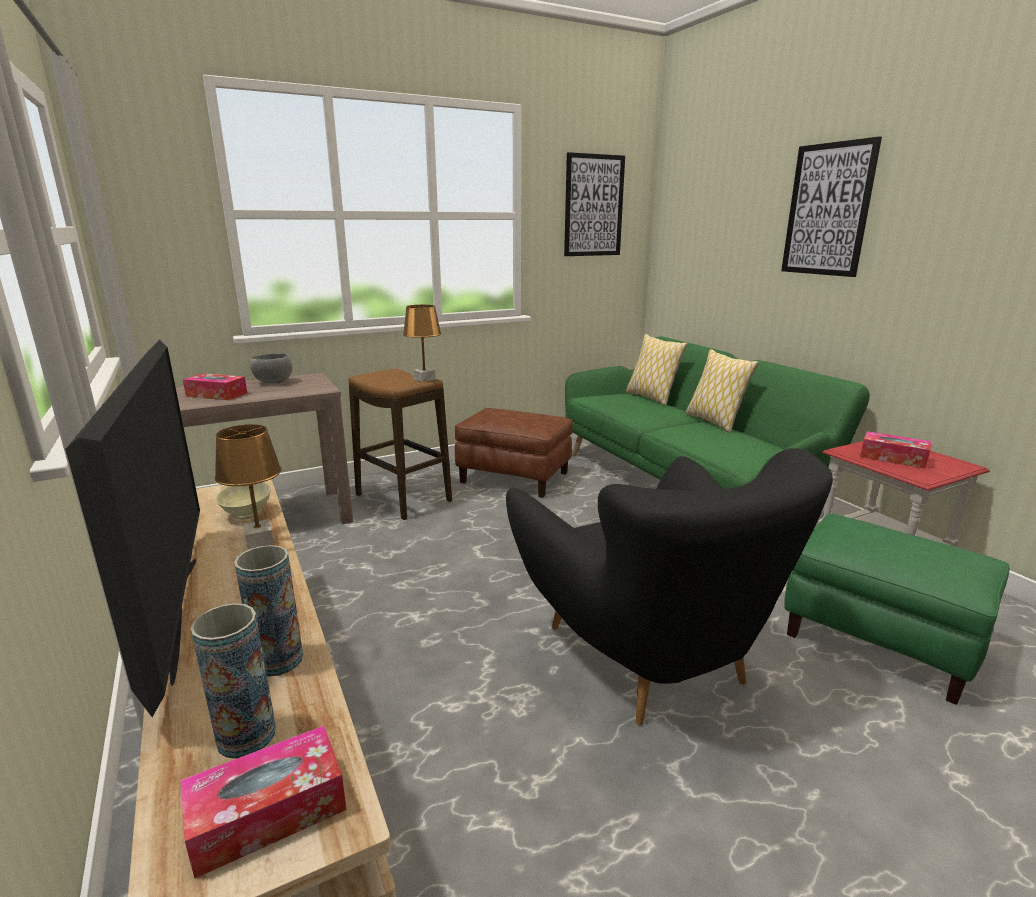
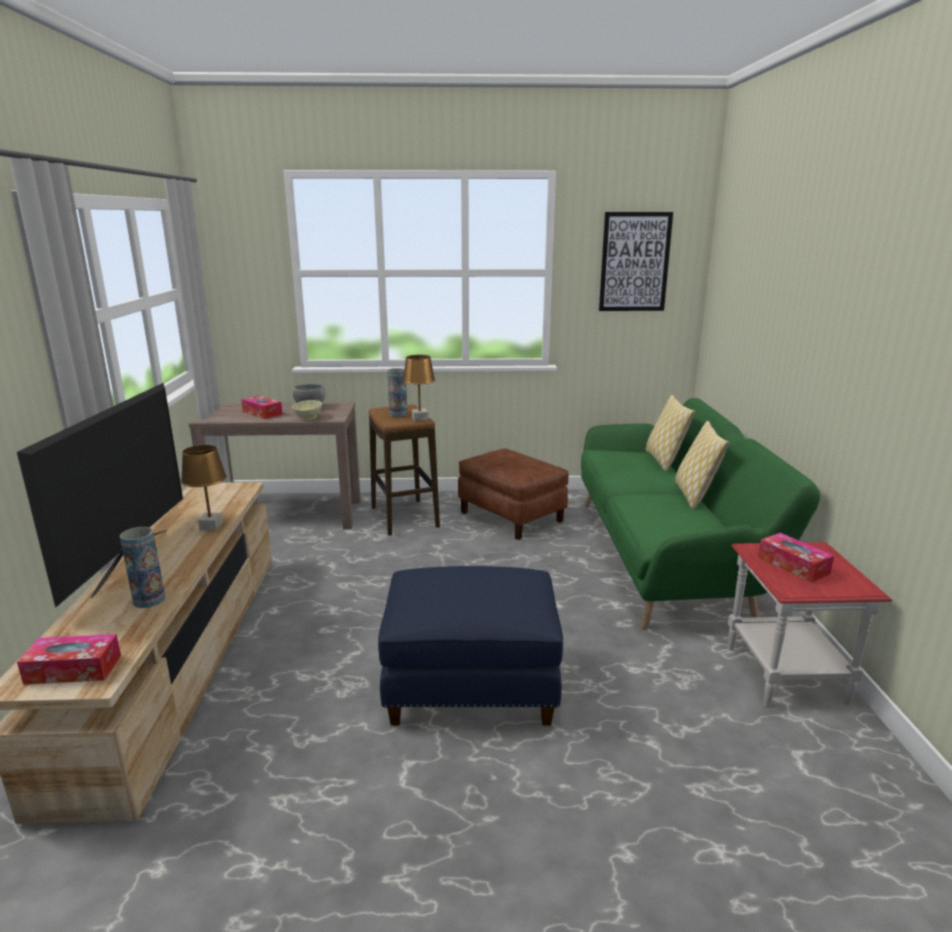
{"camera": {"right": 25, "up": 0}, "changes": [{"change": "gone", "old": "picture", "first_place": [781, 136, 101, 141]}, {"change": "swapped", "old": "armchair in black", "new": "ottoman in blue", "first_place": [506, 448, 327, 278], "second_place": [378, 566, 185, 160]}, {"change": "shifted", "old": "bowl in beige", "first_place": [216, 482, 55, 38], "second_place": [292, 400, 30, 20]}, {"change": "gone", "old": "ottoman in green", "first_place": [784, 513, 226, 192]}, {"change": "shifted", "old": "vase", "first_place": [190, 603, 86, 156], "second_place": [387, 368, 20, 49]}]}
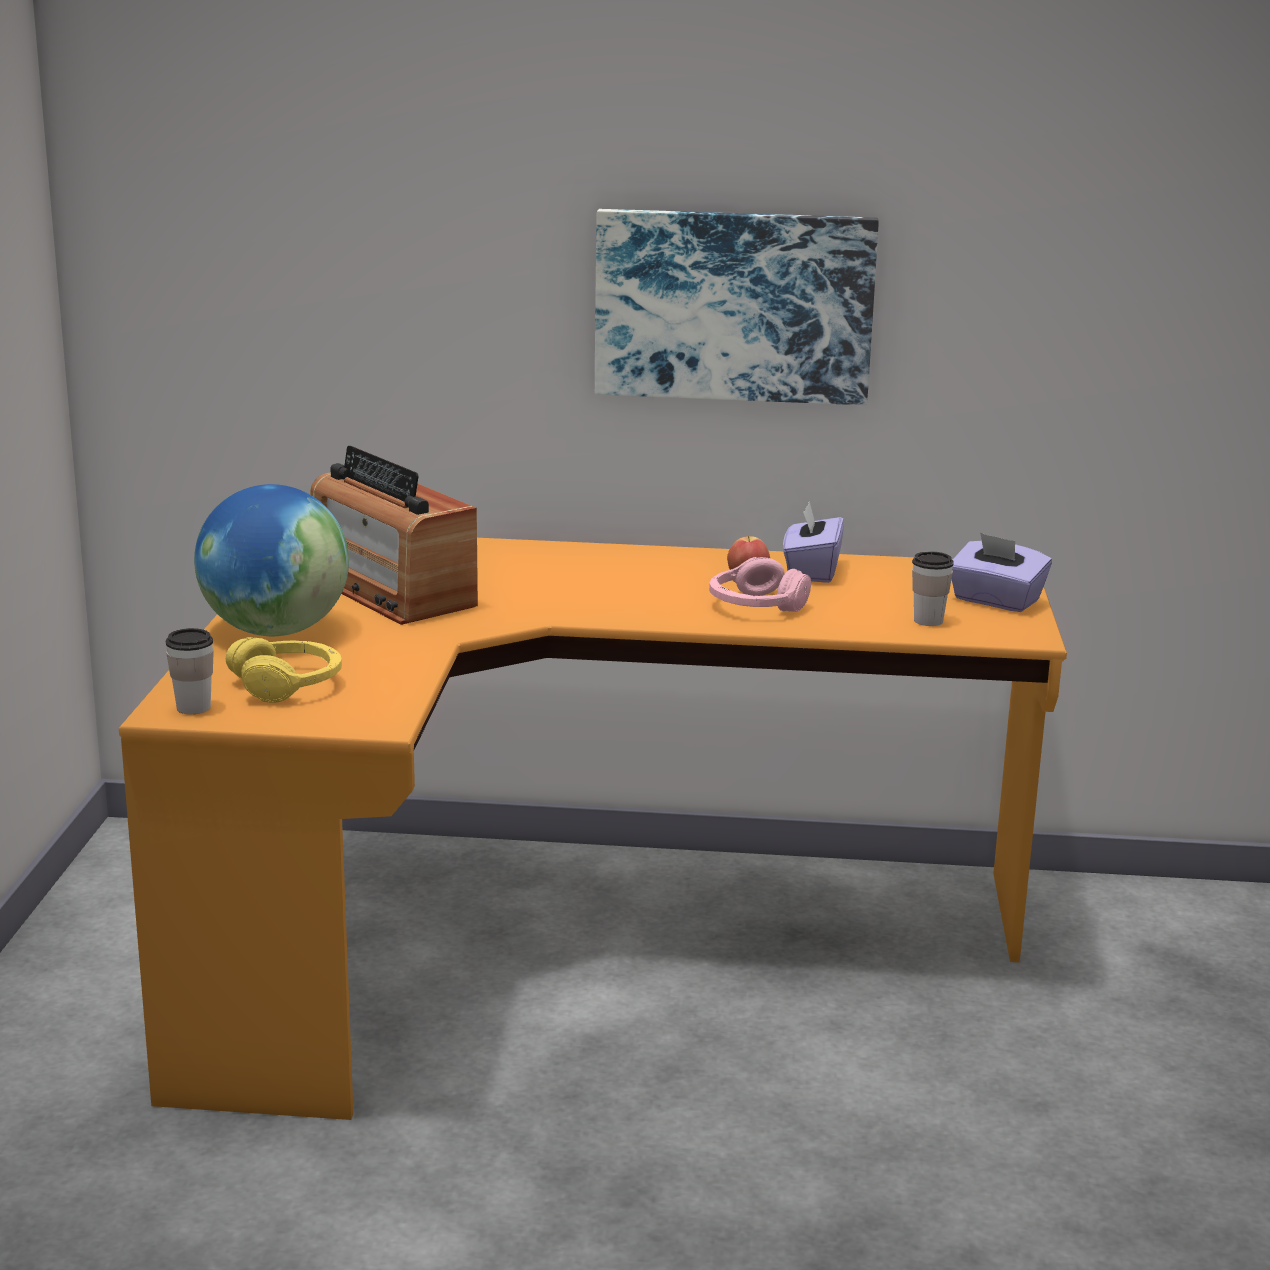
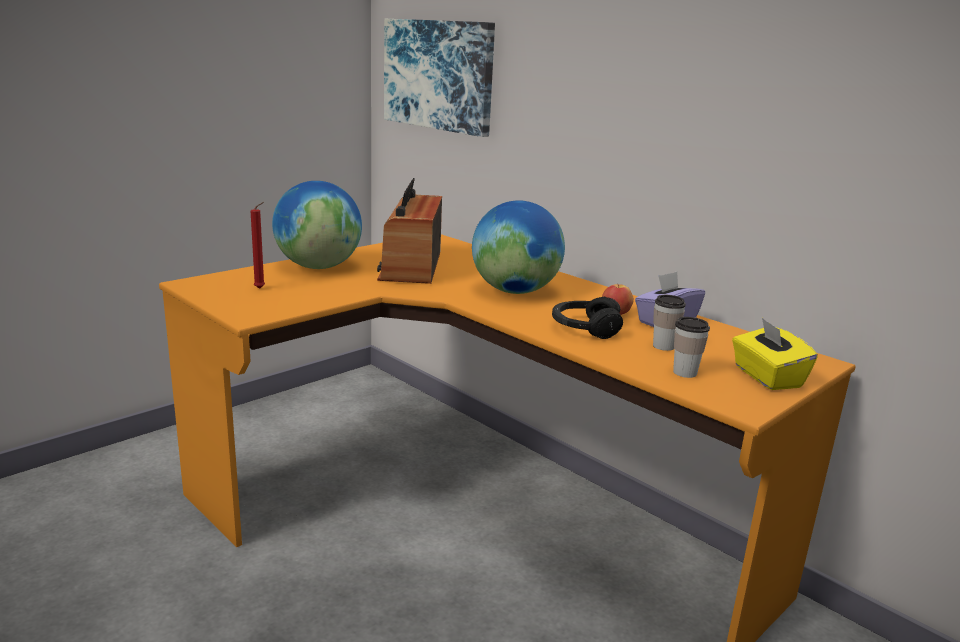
{"camera": {"right": 40, "up": 0}, "changes": [{"change": "shifted", "old": "picture", "first_place": [595, 209, 284, 196], "second_place": [384, 19, 111, 118]}, {"change": "repainted", "old": "tissue box in purple", "new": "tissue box in yellow", "first_place": [952, 533, 100, 79], "second_place": [732, 318, 86, 72]}, {"change": "repainted", "old": "headphones in pink", "new": "headphones in black", "first_place": [709, 557, 102, 55], "second_place": [552, 297, 71, 42]}, {"change": "shifted", "old": "cup", "first_place": [166, 628, 48, 86], "second_place": [653, 295, 33, 56]}, {"change": "swapped", "old": "headphones in yellow", "new": "candle in red", "first_place": [226, 637, 116, 66], "second_place": [251, 202, 14, 87]}, {"change": "new", "new": "globe", "second_place": [472, 200, 93, 94]}]}
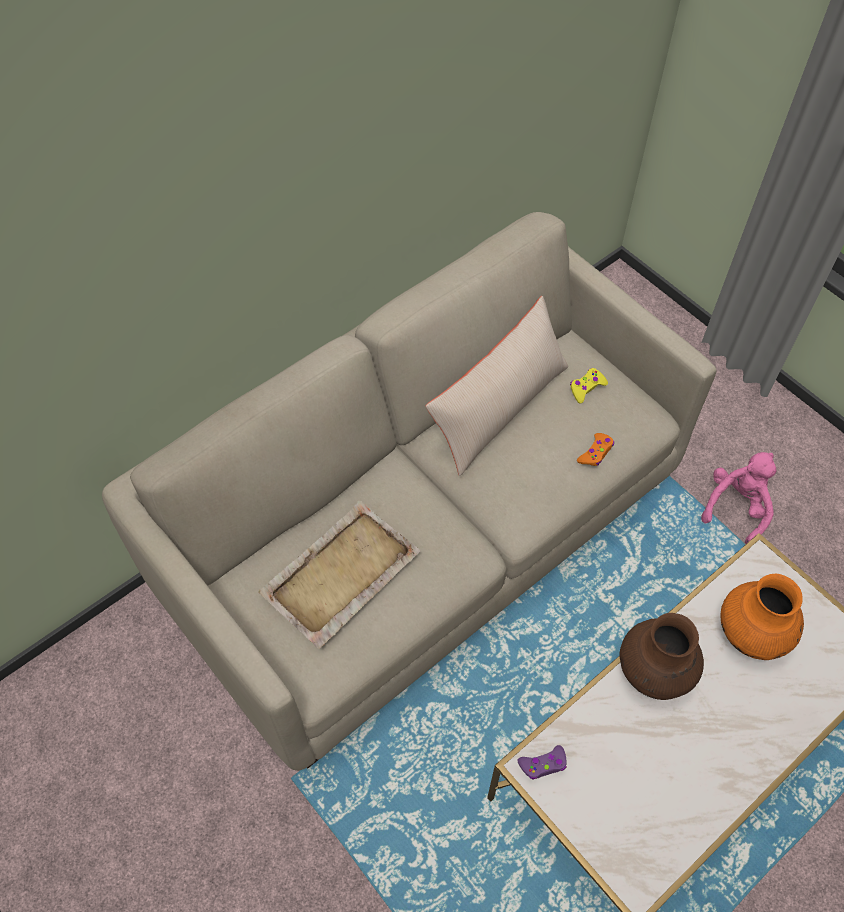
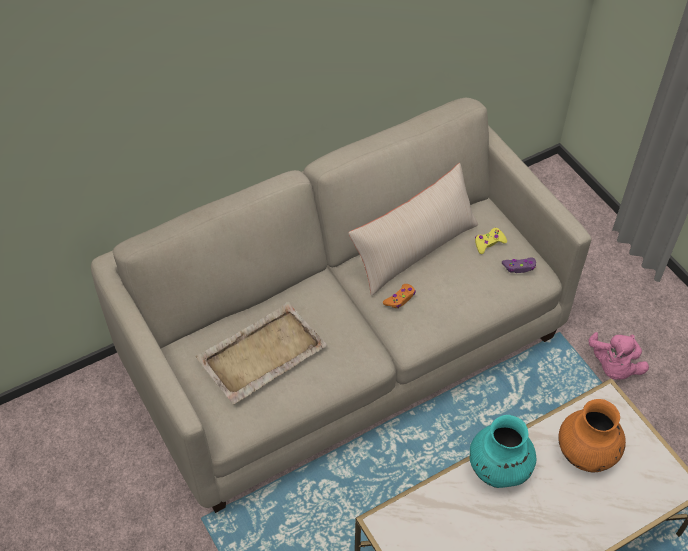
{"camera": {"right": 10, "up": -5}, "changes": [{"change": "shifted", "old": "game controller in orange", "first_place": [577, 433, 37, 33], "second_place": [383, 284, 33, 24]}, {"change": "rotated", "old": "plush toy in pink", "first_place": [701, 452, 75, 92], "second_place": [588, 332, 61, 48], "degrees": 150}, {"change": "repainted", "old": "vase in brown", "new": "vase in turquoise", "first_place": [619, 613, 85, 87], "second_place": [470, 415, 66, 73]}, {"change": "shifted", "old": "game controller in purple", "first_place": [518, 745, 49, 35], "second_place": [502, 257, 34, 16]}]}
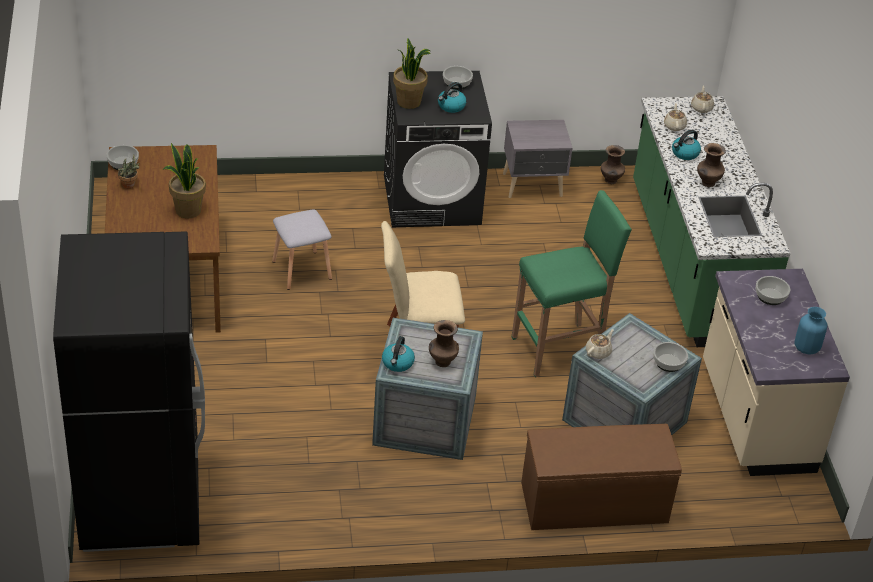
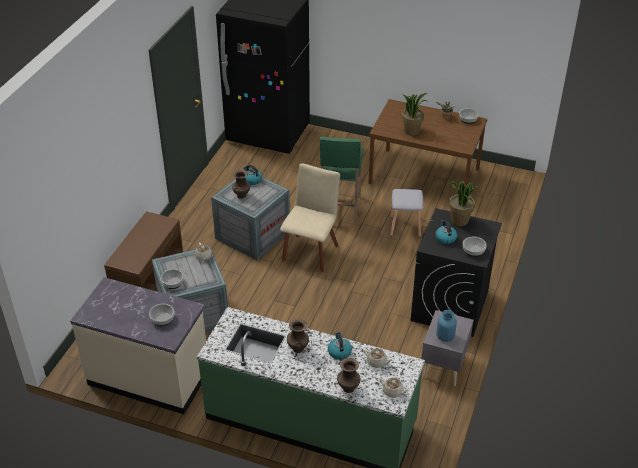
{"camera": {"right": 120, "up": 0}, "changes": [{"change": "shifted", "old": "vase in brown", "first_place": [601, 145, 24, 39], "second_place": [337, 358, 23, 35]}, {"change": "shifted", "old": "stool in green", "first_place": [512, 190, 120, 188], "second_place": [320, 137, 43, 89]}, {"change": "shifted", "old": "vase in blue", "first_place": [794, 307, 33, 48], "second_place": [436, 310, 21, 32]}]}
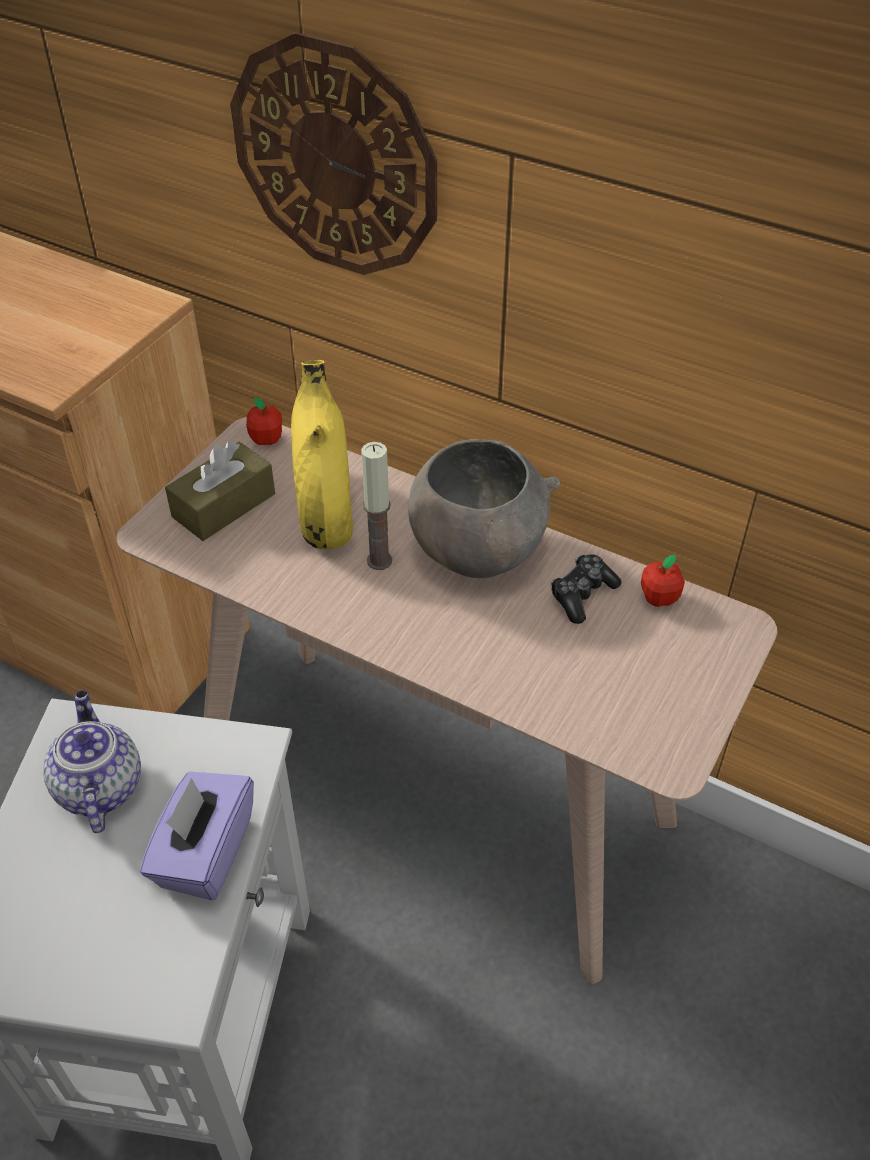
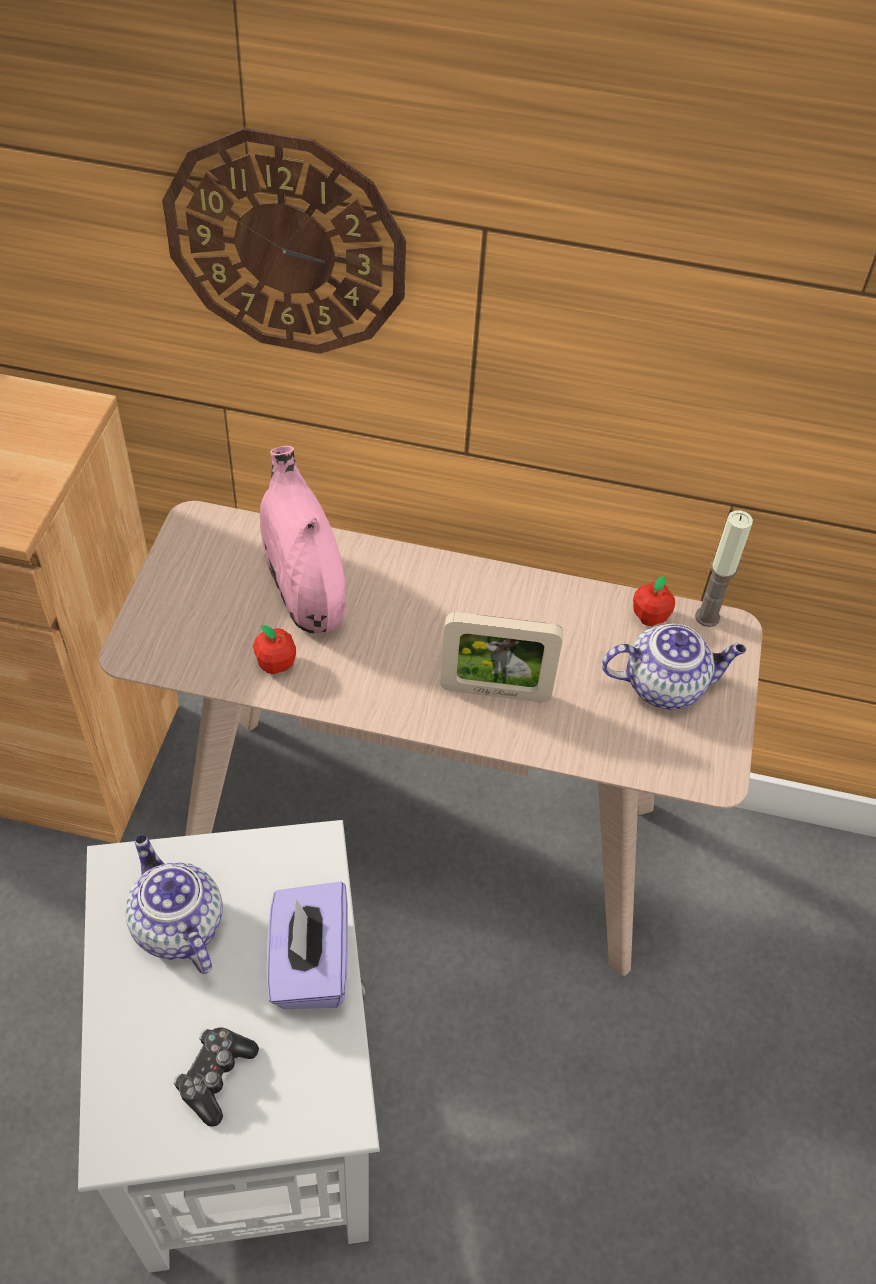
{"camera": {"right": -20, "up": 5}, "changes": [{"change": "repainted", "old": "vase in yellow", "new": "vase in pink", "first_place": [291, 360, 62, 190], "second_place": [260, 446, 86, 187]}, {"change": "shifted", "old": "apple", "first_place": [246, 397, 36, 48], "second_place": [253, 625, 43, 49]}, {"change": "gone", "old": "bowl in grey", "first_place": [408, 439, 152, 139]}, {"change": "gone", "old": "tissue box in brown", "first_place": [165, 441, 110, 100]}, {"change": "shifted", "old": "candle", "first_place": [361, 442, 31, 128], "second_place": [695, 510, 58, 117]}, {"change": "shifted", "old": "game controller", "first_place": [551, 554, 71, 70], "second_place": [174, 1027, 85, 100]}, {"change": "new", "new": "picture frame", "second_place": [440, 612, 123, 90]}, {"change": "new", "new": "teapot", "second_place": [602, 623, 144, 86]}]}
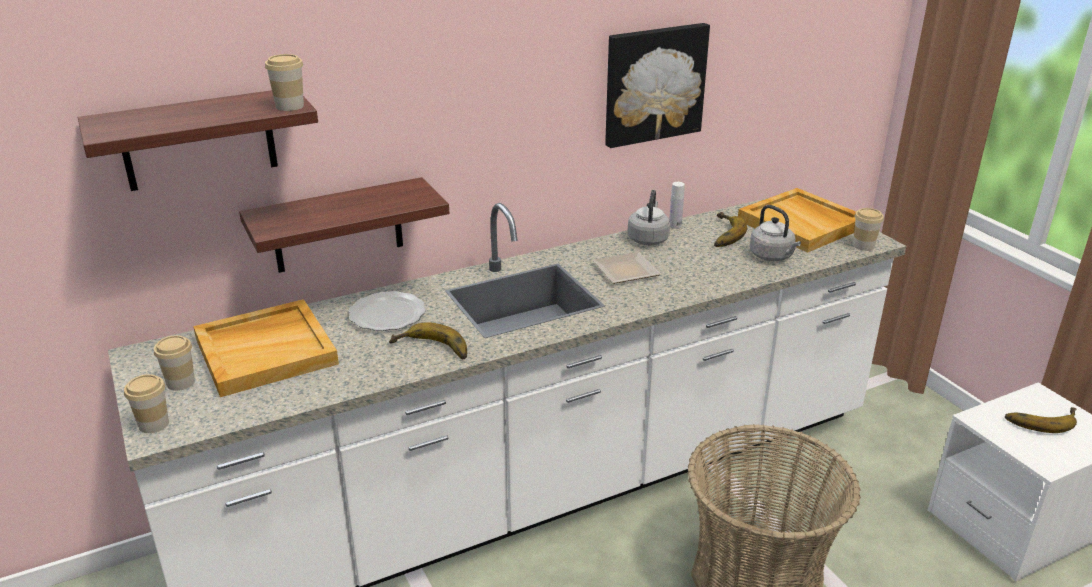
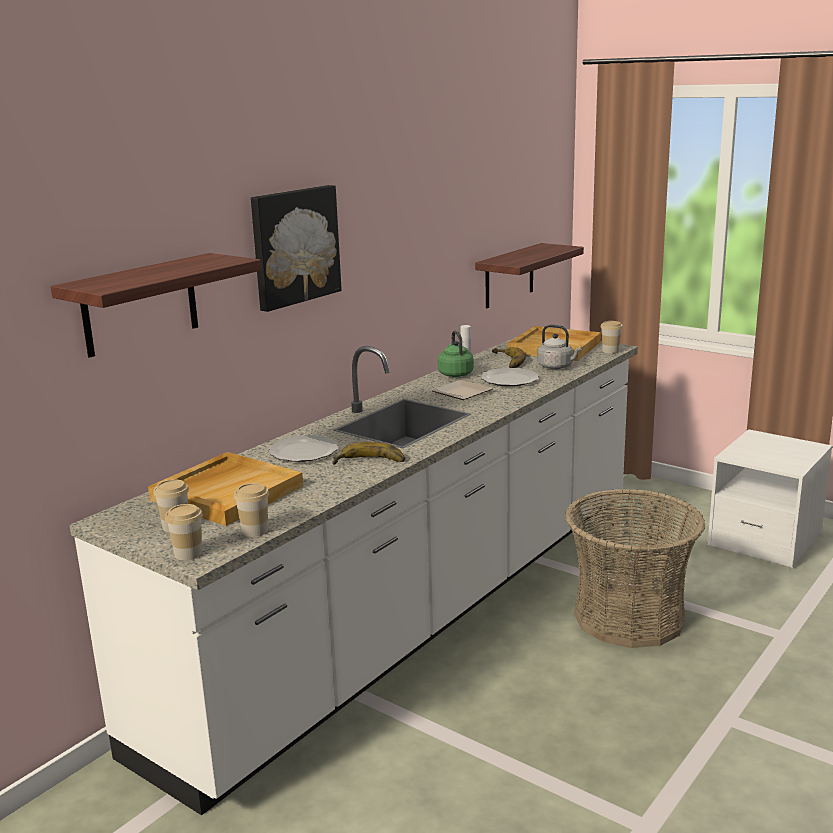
{"camera": {"right": -25, "up": -10}, "changes": [{"change": "shifted", "old": "picture", "first_place": [605, 23, 105, 125], "second_place": [251, 185, 91, 127]}, {"change": "shifted", "old": "cup", "first_place": [265, 54, 39, 57], "second_place": [234, 483, 35, 54]}, {"change": "shifted", "old": "shelf", "first_place": [239, 177, 210, 96], "second_place": [475, 243, 109, 65]}, {"change": "repainted", "old": "kettle in grey", "new": "kettle in green", "first_place": [628, 190, 42, 55], "second_place": [438, 330, 36, 47]}, {"change": "gone", "old": "banana", "first_place": [1005, 407, 72, 26]}, {"change": "new", "new": "plate", "second_place": [481, 368, 58, 18]}]}
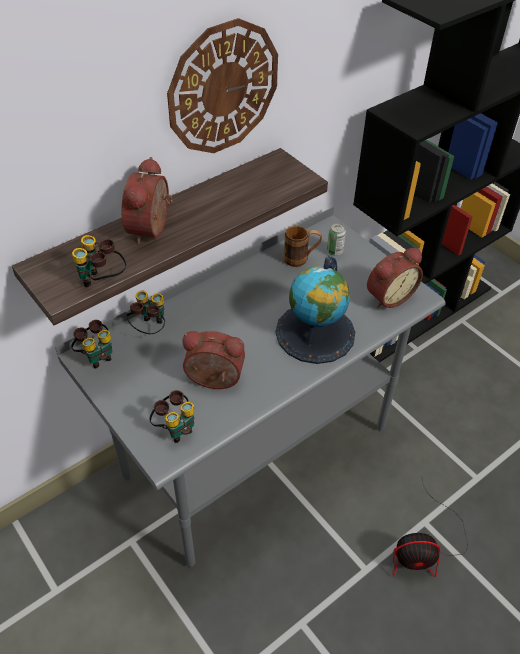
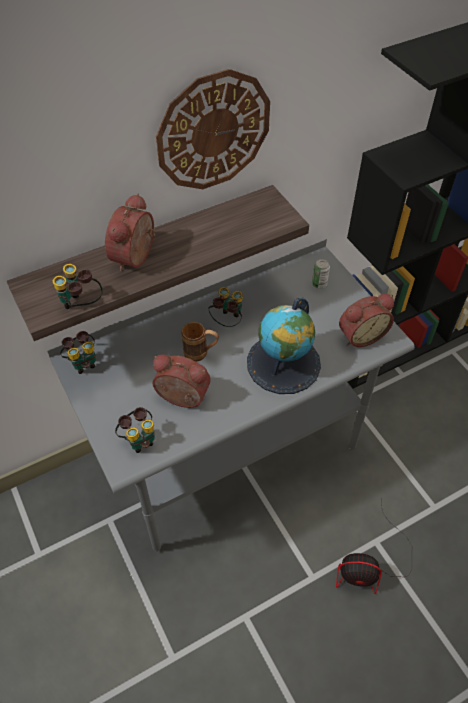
{"camera": {"right": 10, "up": 5}, "changes": [{"change": "shifted", "old": "mug in brown", "first_place": [284, 226, 38, 41], "second_place": [181, 322, 38, 40]}, {"change": "shifted", "old": "binoculars", "first_place": [126, 290, 39, 44], "second_place": [209, 287, 34, 40]}]}
